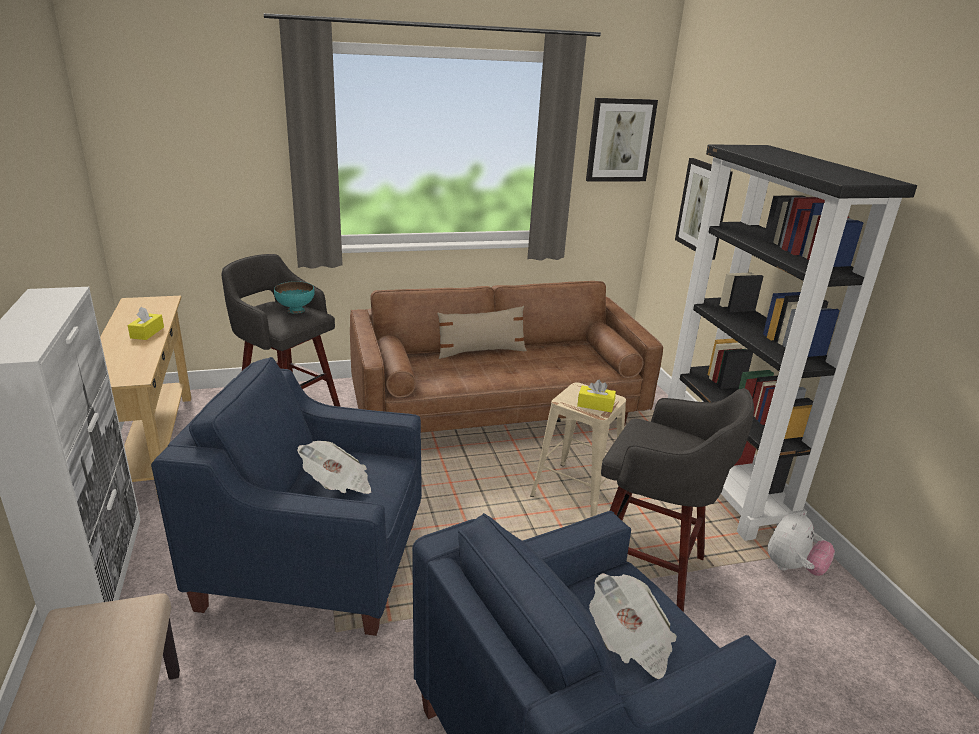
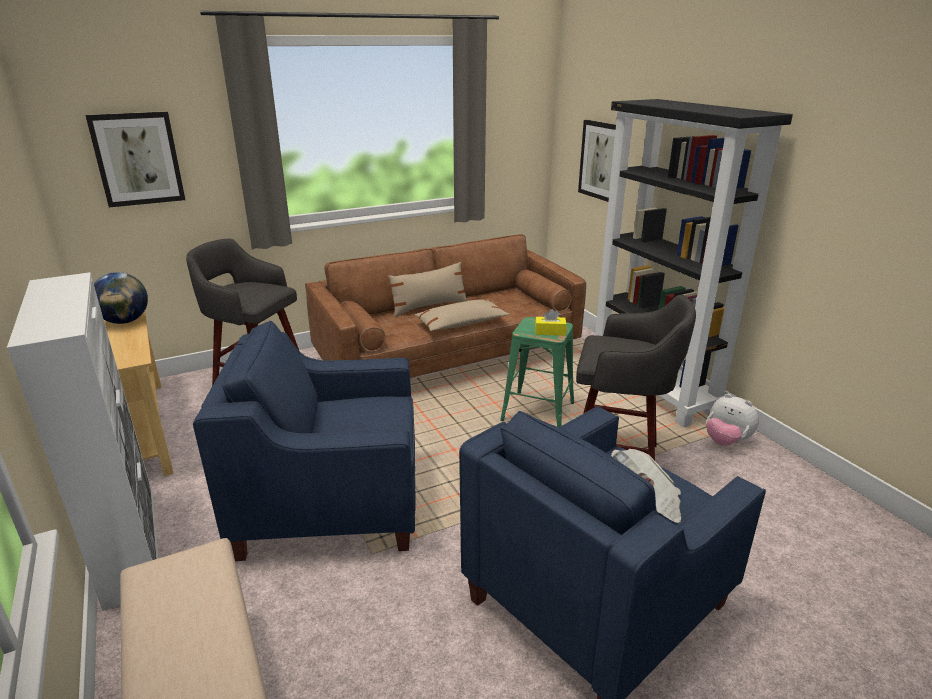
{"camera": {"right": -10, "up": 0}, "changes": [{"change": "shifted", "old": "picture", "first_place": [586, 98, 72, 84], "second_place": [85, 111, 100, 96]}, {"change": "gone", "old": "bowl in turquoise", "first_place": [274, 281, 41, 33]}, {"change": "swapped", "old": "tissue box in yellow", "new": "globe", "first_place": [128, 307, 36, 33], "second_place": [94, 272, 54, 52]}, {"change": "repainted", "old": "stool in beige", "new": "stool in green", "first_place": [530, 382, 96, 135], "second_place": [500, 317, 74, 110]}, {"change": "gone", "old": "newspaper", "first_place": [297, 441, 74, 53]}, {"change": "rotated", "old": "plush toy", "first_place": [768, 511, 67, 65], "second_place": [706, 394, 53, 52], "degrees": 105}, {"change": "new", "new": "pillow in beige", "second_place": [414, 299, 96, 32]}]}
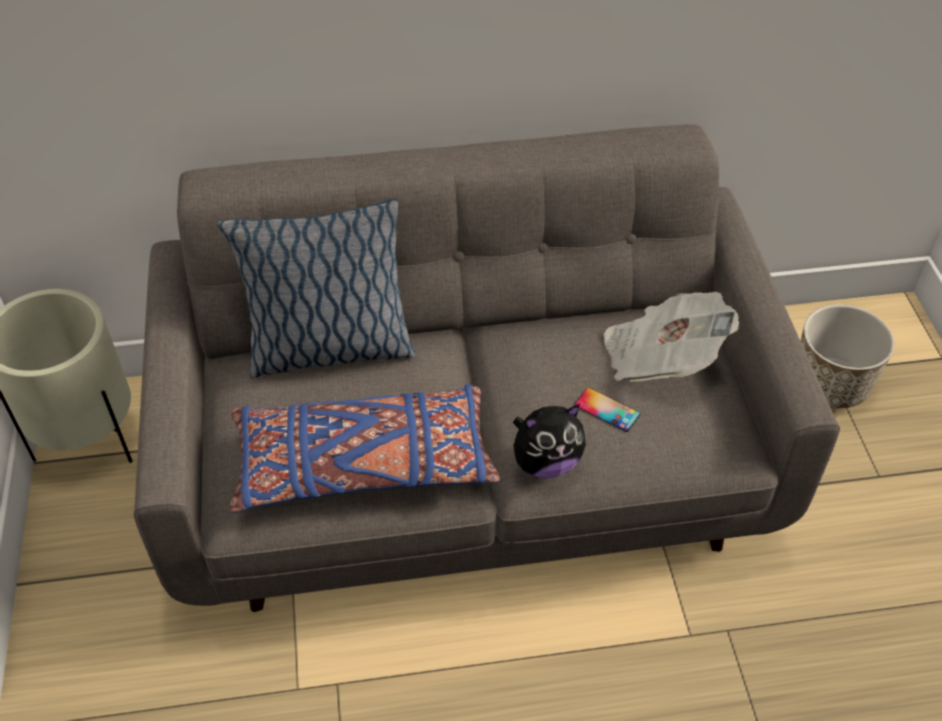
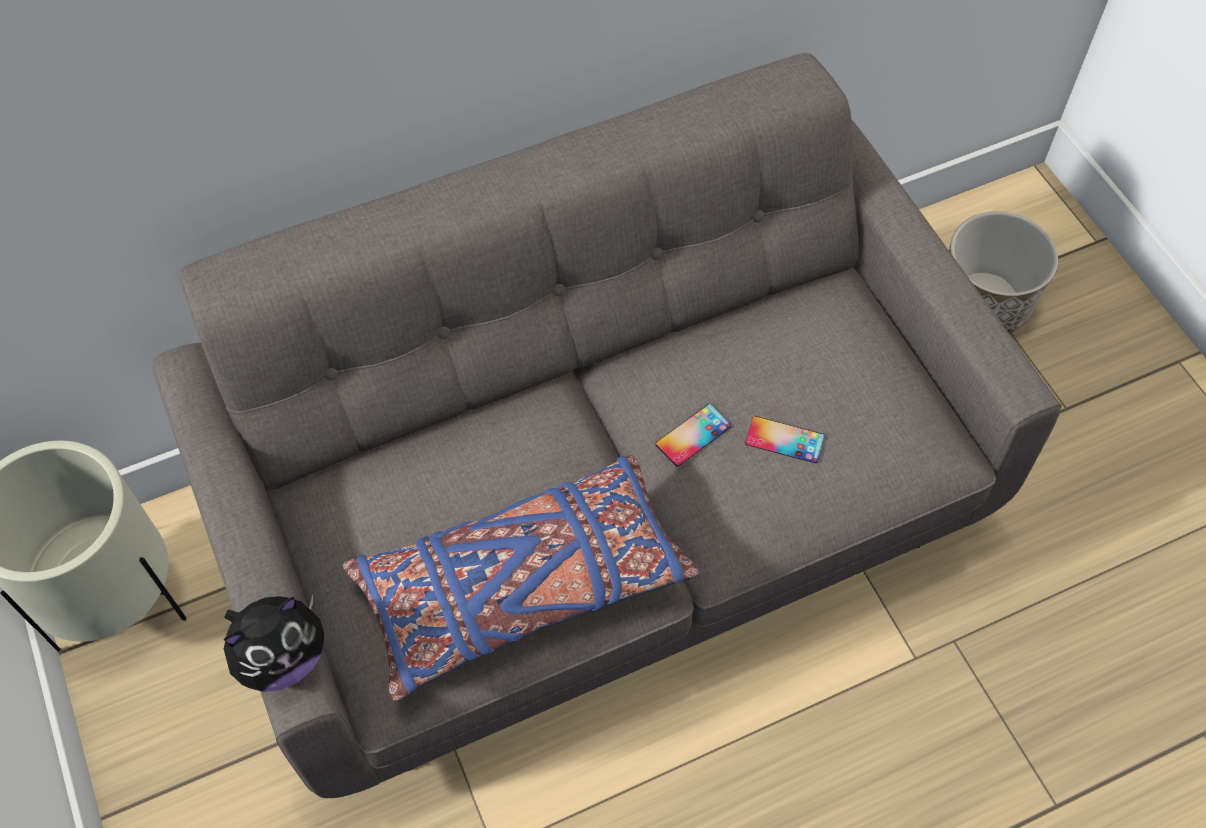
{"camera": {"right": -15, "up": 10}, "changes": [{"change": "gone", "old": "pillow", "first_place": [217, 199, 198, 179]}, {"change": "gone", "old": "newspaper", "first_place": [603, 292, 136, 90]}, {"change": "shifted", "old": "plush toy", "first_place": [513, 404, 73, 75], "second_place": [224, 594, 100, 98]}, {"change": "new", "new": "phone", "second_place": [655, 404, 77, 62]}]}
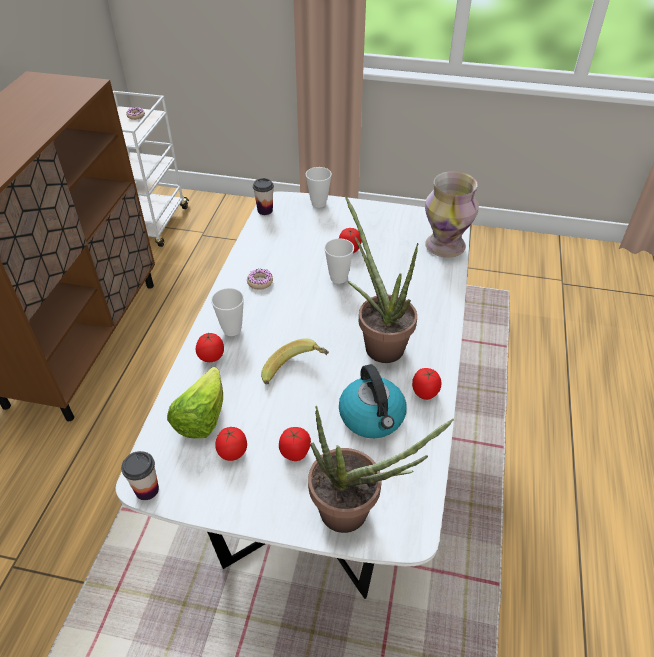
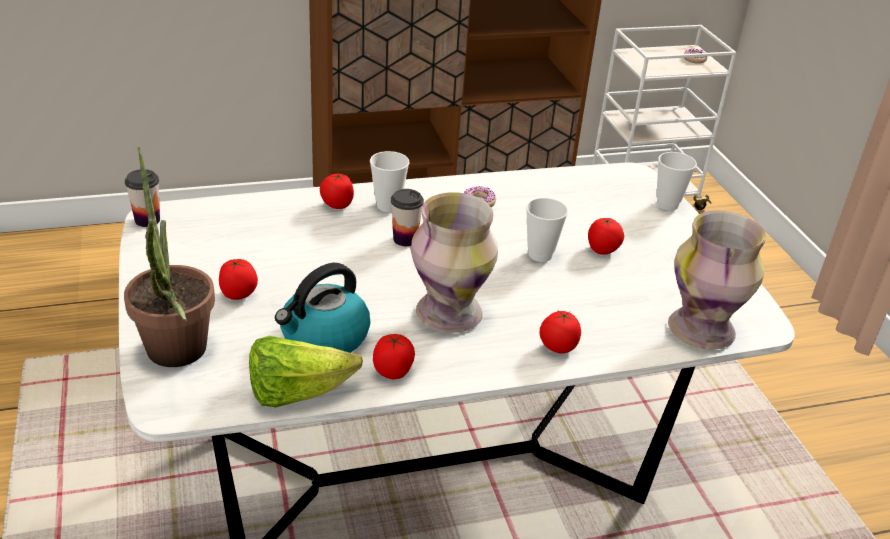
{"camera": {"right": 60, "up": -10}, "changes": [{"change": "shifted", "old": "cup", "first_place": [253, 178, 21, 37], "second_place": [391, 189, 33, 57]}, {"change": "swapped", "old": "potted plant", "new": "vase", "first_place": [345, 196, 74, 167], "second_place": [411, 192, 87, 141]}, {"change": "gone", "old": "banana", "first_place": [261, 338, 68, 47]}, {"change": "shifted", "old": "lettuce", "first_place": [167, 367, 56, 71], "second_place": [249, 336, 114, 71]}, {"change": "shifted", "old": "tomato", "first_place": [215, 427, 32, 34], "second_place": [540, 311, 41, 43]}]}
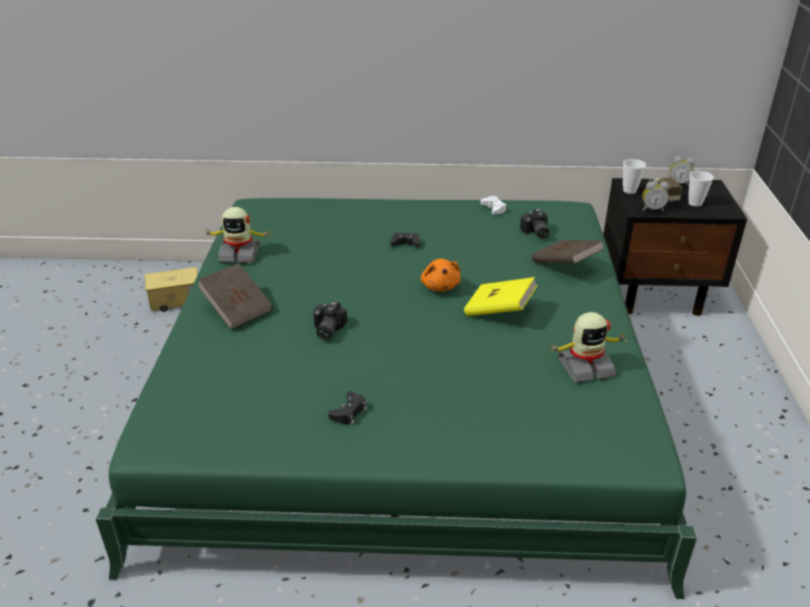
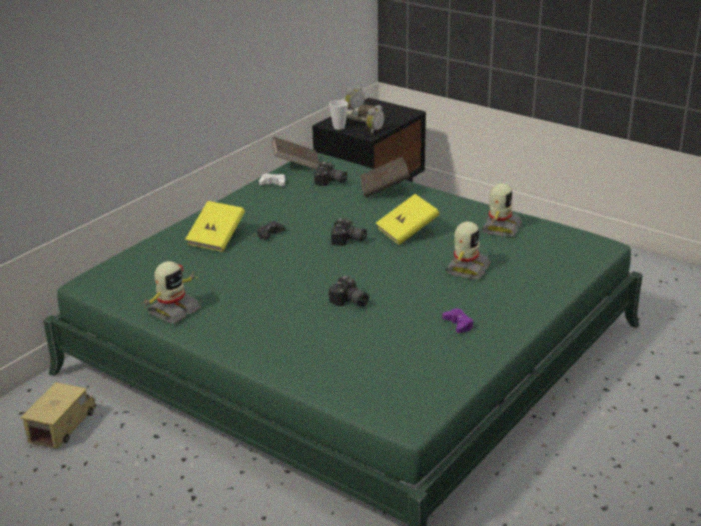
{"camera": {"right": -55, "up": -5}, "changes": [{"change": "gone", "old": "cup", "first_place": [688, 171, 26, 36]}, {"change": "swapped", "old": "plush toy in orange", "new": "photo camera", "first_place": [421, 259, 40, 33], "second_place": [331, 219, 36, 27]}, {"change": "shifted", "old": "book in brown", "first_place": [197, 263, 76, 66], "second_place": [272, 137, 48, 33]}, {"change": "repainted", "old": "game controller in black", "new": "game controller in purple", "first_place": [328, 391, 39, 34], "second_place": [442, 308, 31, 25]}, {"change": "new", "new": "book in yellow", "second_place": [185, 201, 60, 51]}, {"change": "new", "new": "toy robot", "second_place": [446, 221, 45, 58]}]}
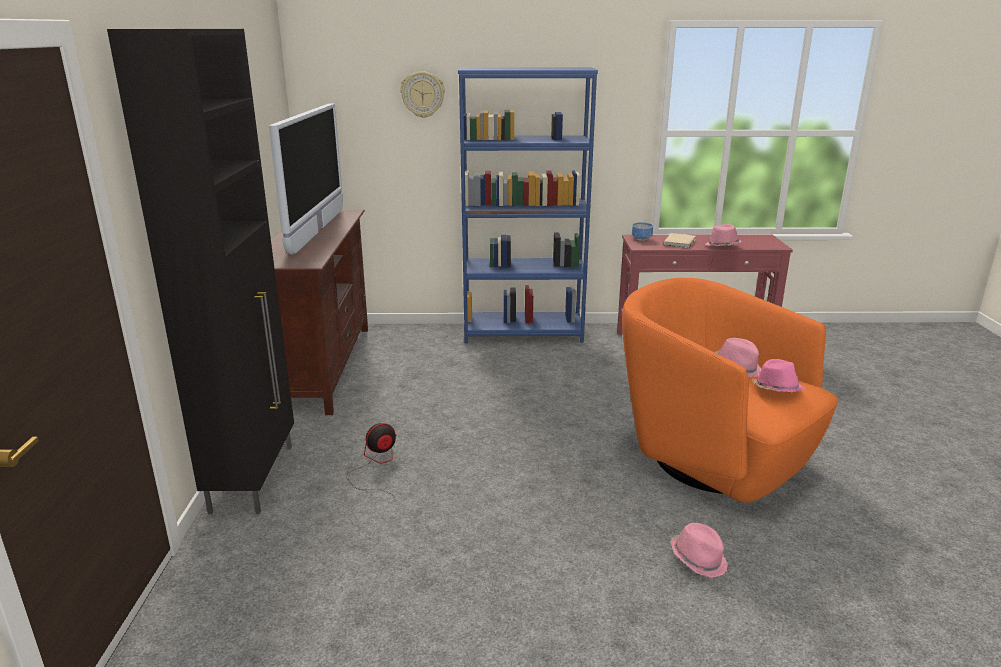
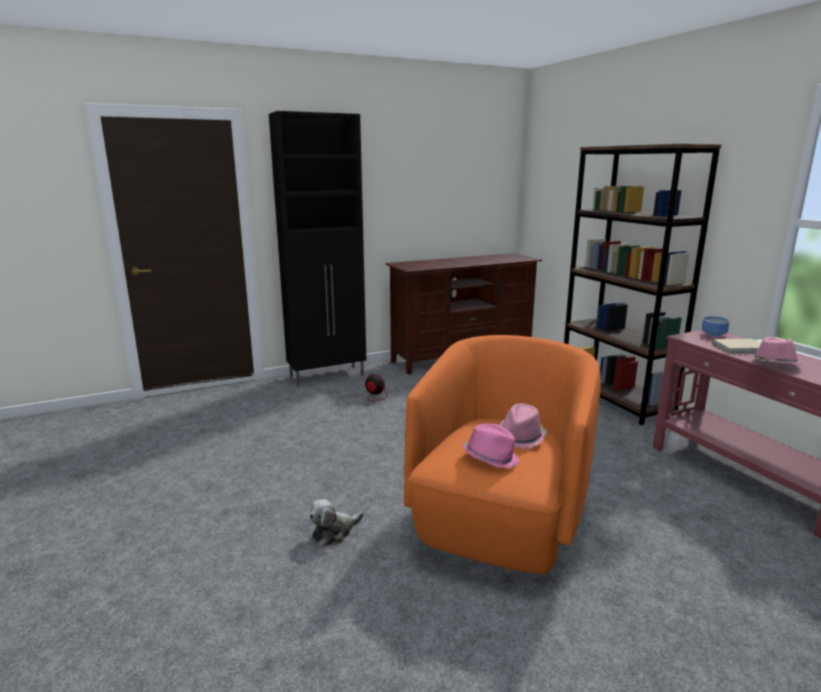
{"camera": {"right": 65, "up": -5}, "changes": [{"change": "repainted", "old": "bookcase in blue", "new": "bookcase in brown", "first_place": [458, 67, 140, 276], "second_place": [564, 144, 157, 281]}, {"change": "gone", "old": "wall clock", "first_place": [400, 71, 45, 47]}, {"change": "gone", "old": "television", "first_place": [269, 103, 74, 152]}, {"change": "swapped", "old": "hat in pink", "new": "plush toy", "first_place": [671, 523, 57, 55], "second_place": [309, 499, 55, 47]}]}
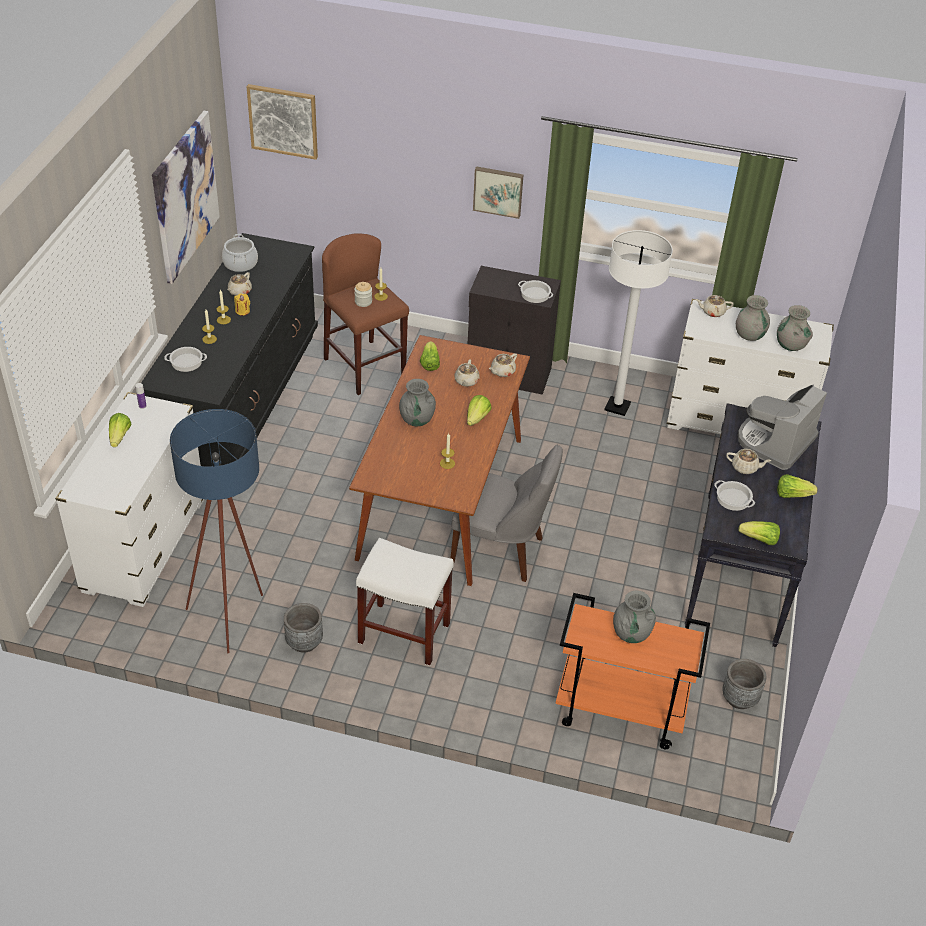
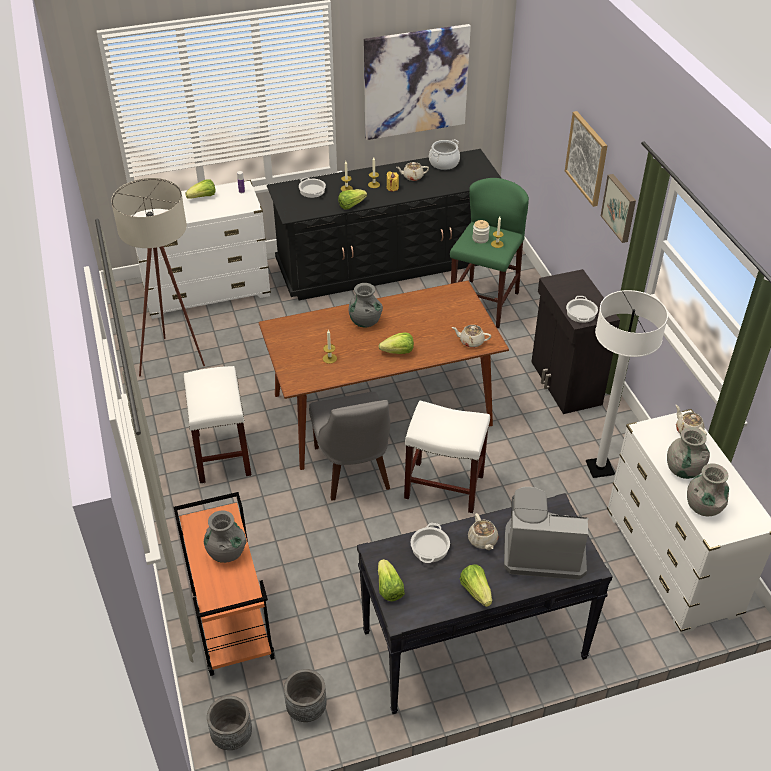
{"camera": {"right": 60, "up": 0}, "changes": [{"change": "shifted", "old": "picture", "first_place": [246, 84, 72, 76], "second_place": [565, 111, 42, 96]}, {"change": "repainted", "old": "stool in brown", "new": "stool in green", "first_place": [322, 233, 87, 162], "second_place": [450, 178, 79, 151]}, {"change": "shifted", "old": "lettuce", "first_place": [420, 341, 20, 30], "second_place": [338, 189, 29, 21]}, {"change": "gone", "old": "teapot in beige", "first_place": [455, 359, 25, 28]}, {"change": "repainted", "old": "floor lamp in blue", "new": "floor lamp in beige", "first_place": [170, 409, 93, 244], "second_place": [111, 178, 94, 198]}, {"change": "shifted", "old": "planter in grey", "first_place": [284, 603, 39, 50], "second_place": [207, 696, 45, 54]}, {"change": "new", "new": "stool in white", "second_place": [404, 401, 86, 113]}]}
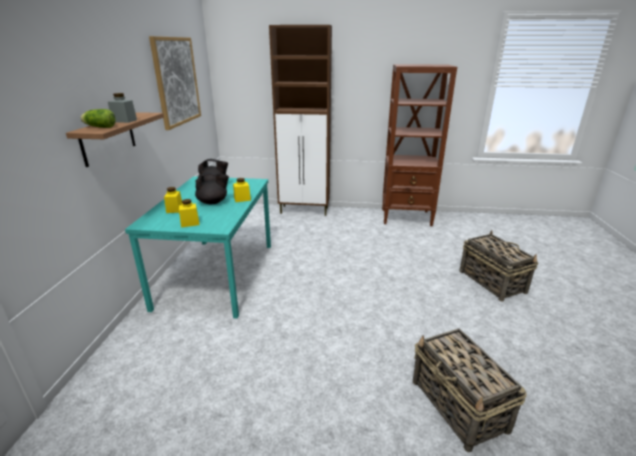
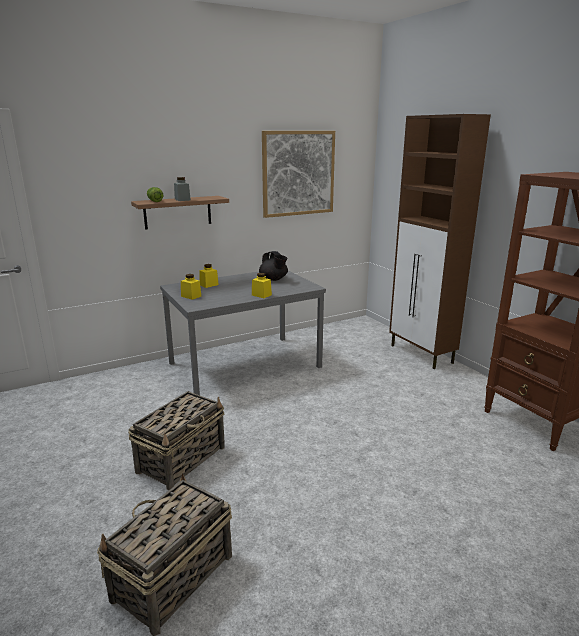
{"camera": {"right": 55, "up": -5}, "changes": [{"change": "gone", "old": "teapot in black", "first_place": [195, 172, 34, 32]}, {"change": "repainted", "old": "dining table in turquoise", "new": "dining table in grey", "first_place": [125, 176, 146, 143], "second_place": [160, 270, 166, 125]}, {"change": "shifted", "old": "basket", "first_place": [460, 230, 79, 72], "second_place": [128, 391, 97, 99]}]}
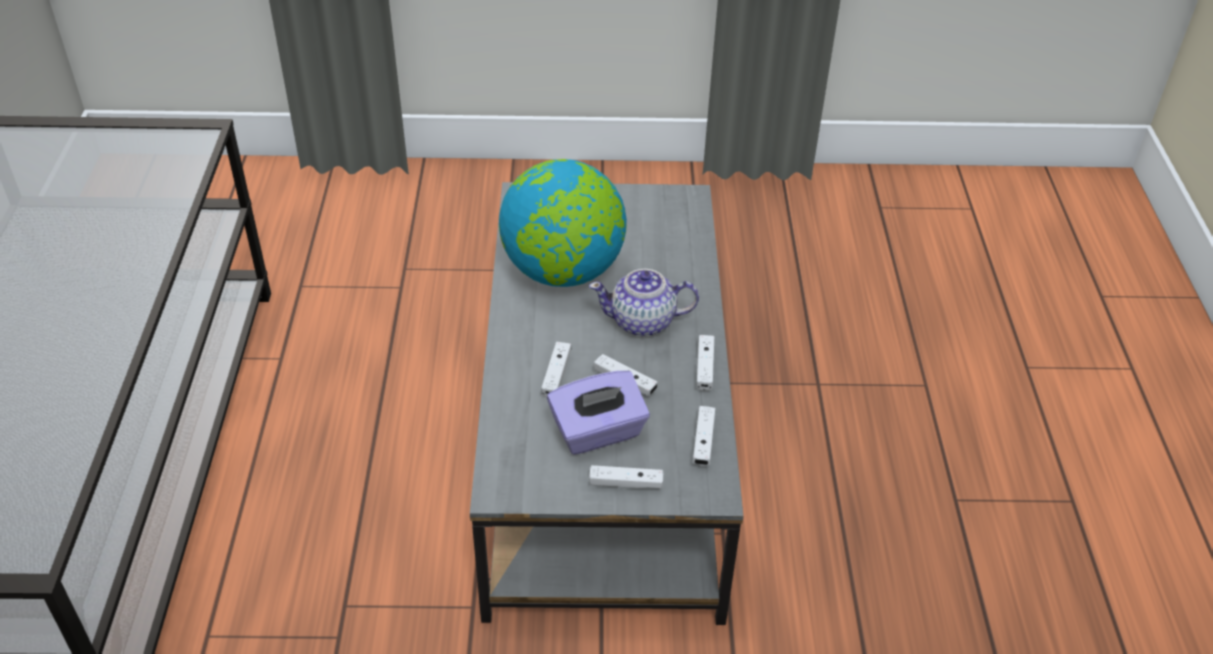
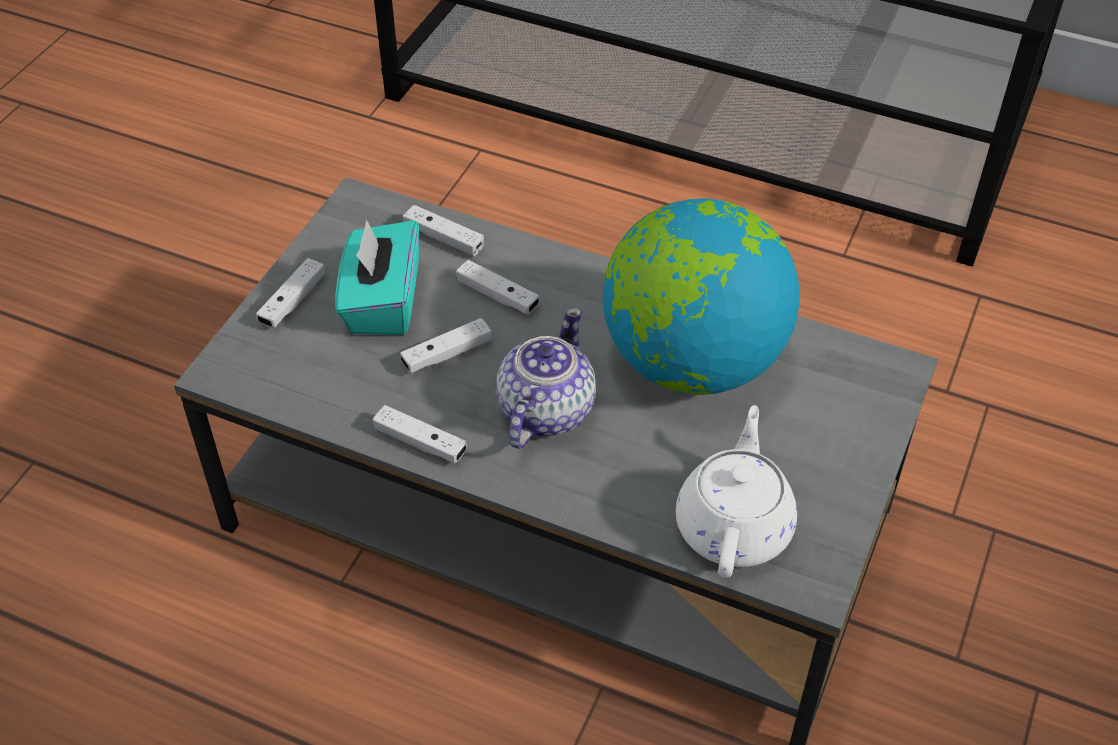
{"camera": {"right": 115, "up": 5}, "changes": [{"change": "repainted", "old": "tissue box in purple", "new": "tissue box in turquoise", "first_place": [547, 371, 103, 84], "second_place": [335, 220, 84, 115]}, {"change": "shifted", "old": "game controller in white", "first_place": [692, 406, 23, 59], "second_place": [403, 205, 81, 51]}, {"change": "new", "new": "teapot in white", "second_place": [676, 405, 121, 173]}]}
